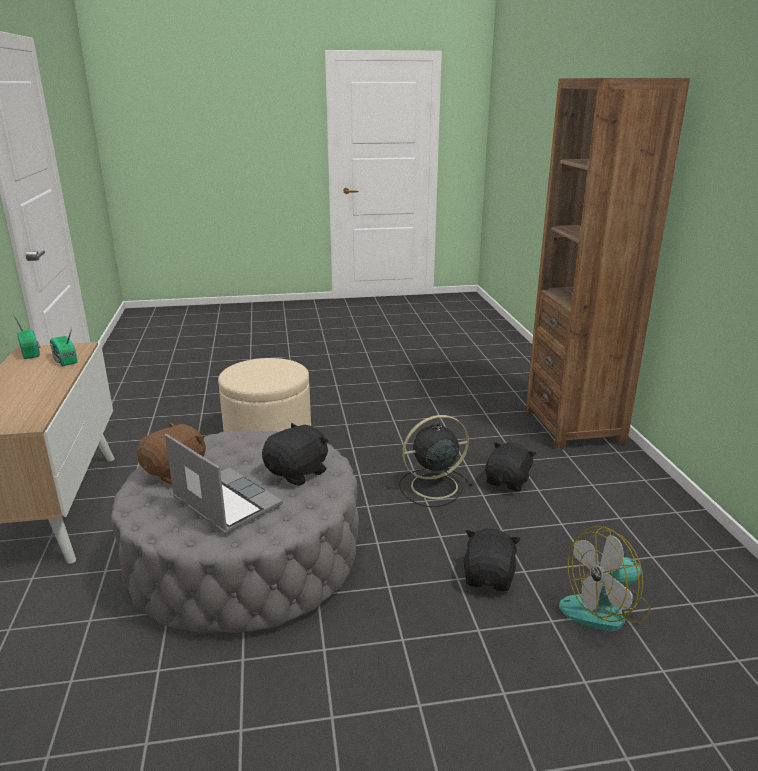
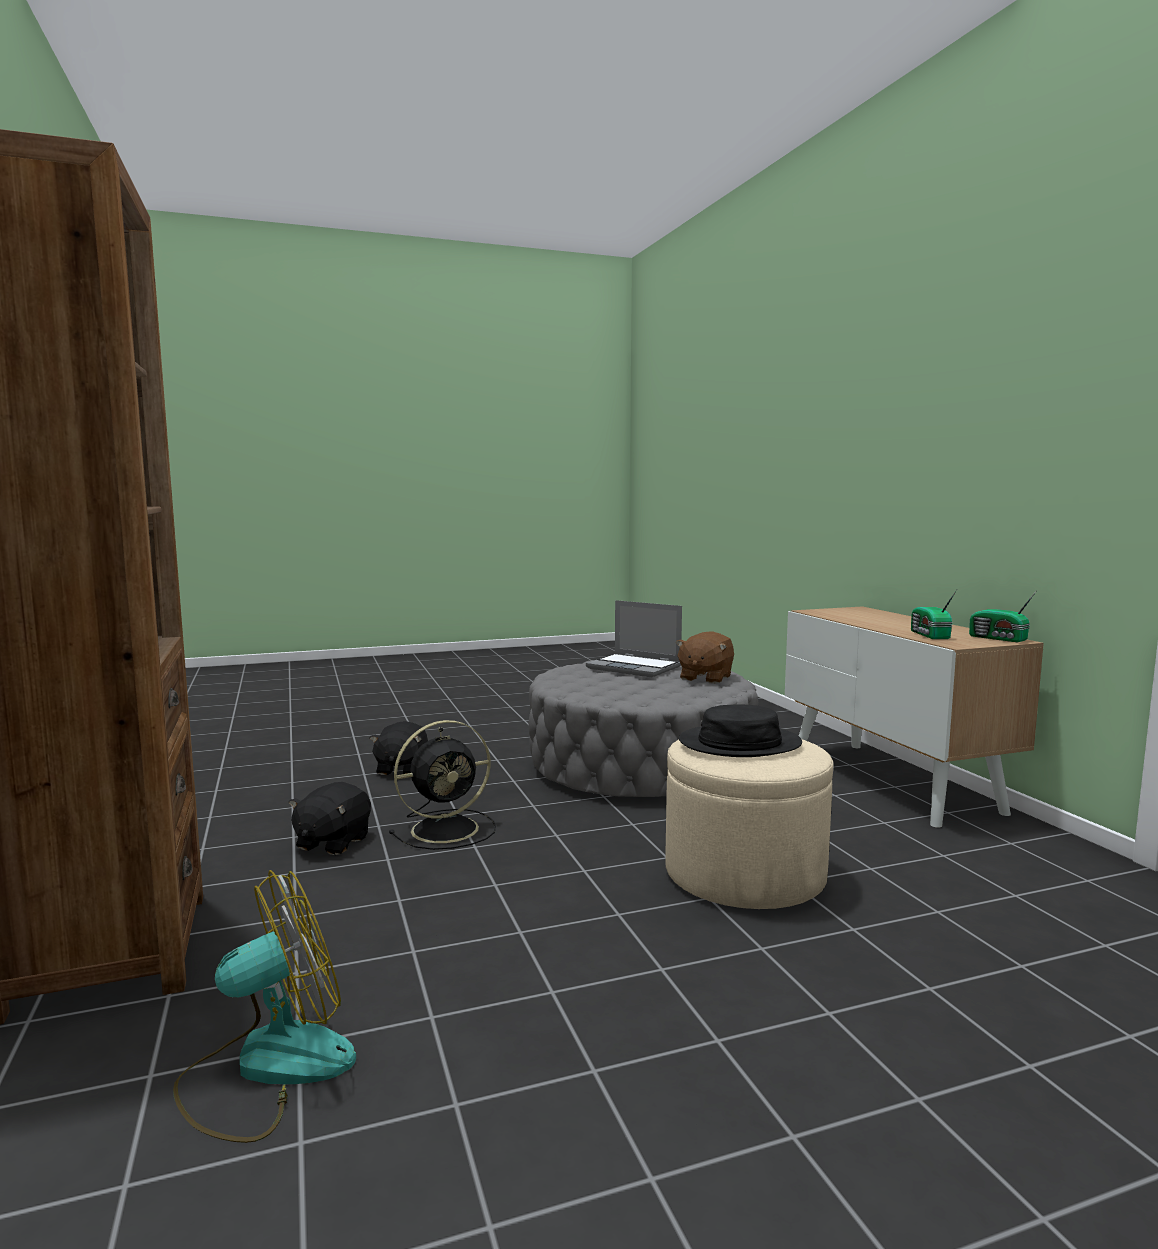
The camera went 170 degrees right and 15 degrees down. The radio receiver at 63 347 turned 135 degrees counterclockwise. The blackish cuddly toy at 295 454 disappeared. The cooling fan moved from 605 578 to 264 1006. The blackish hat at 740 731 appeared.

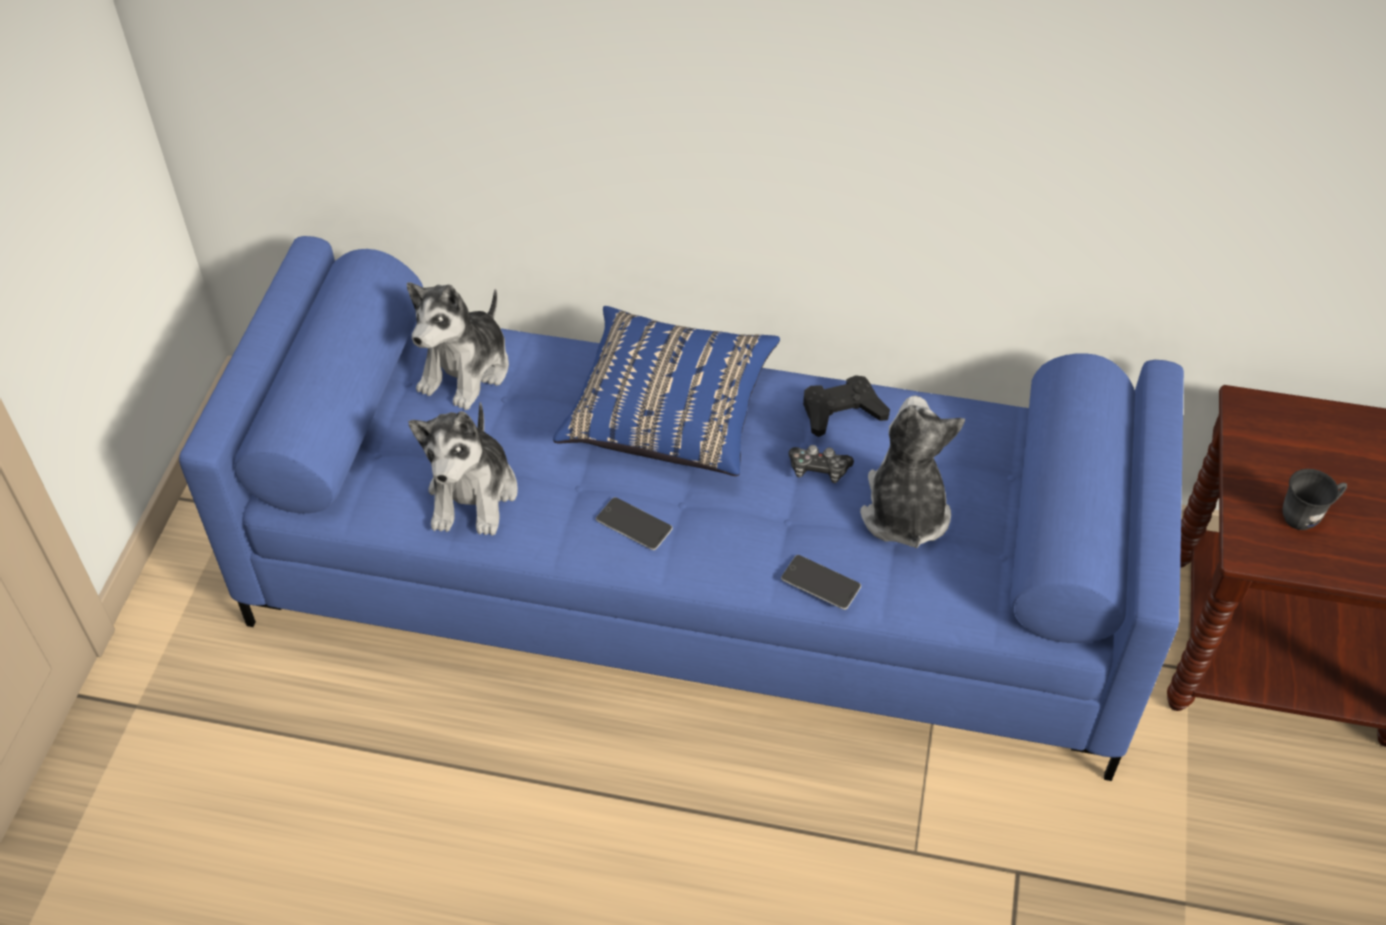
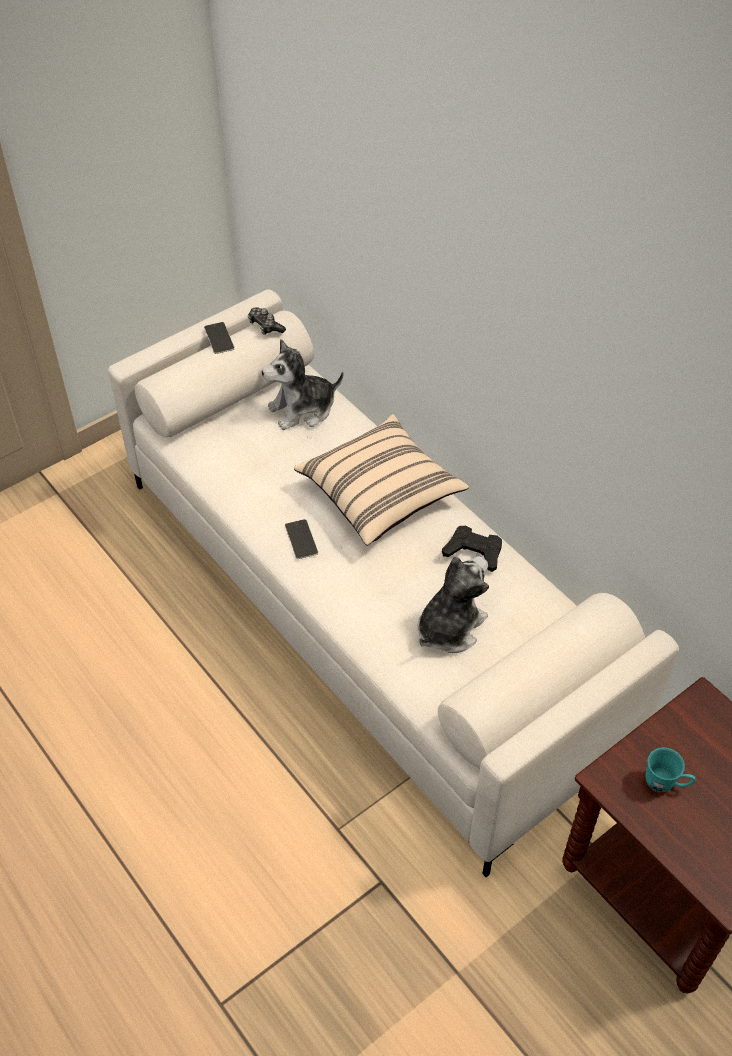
The camera went 40 degrees right and 0 degrees up. The bluish settee at 681 508 became the white settee at 393 583. The cuddly toy at 463 469 disappeared. The bluish pillow at 666 391 became the sand-coloured pillow at 381 480. The phone moved from 821 582 to 219 338. The game controller moved from 821 464 to 267 321. The grey mug at 1314 499 became the blue-green mug at 670 769.

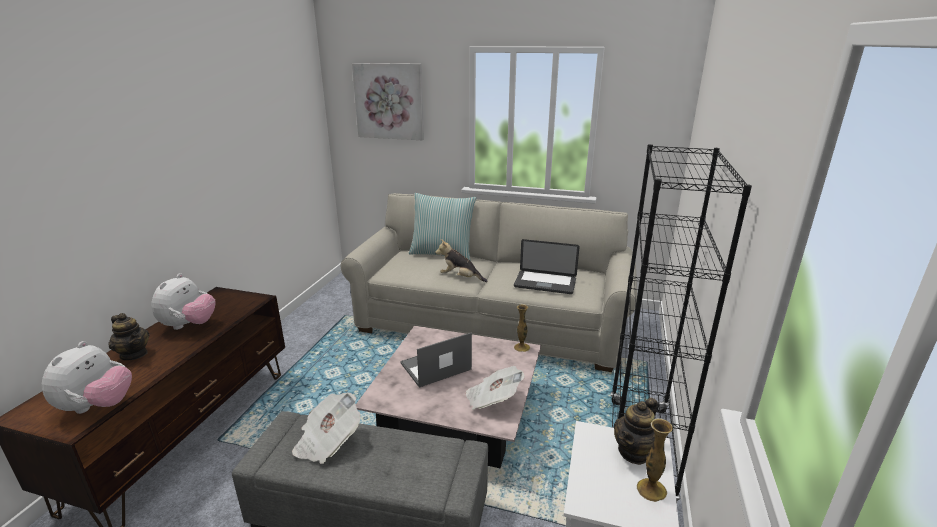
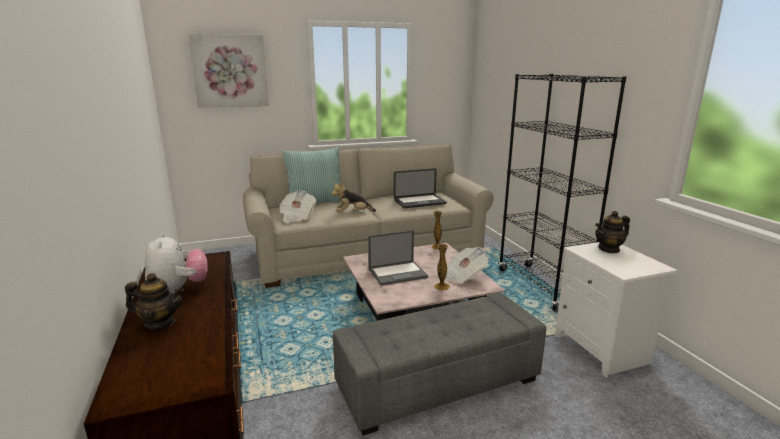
The camera went 35 degrees left and 5 degrees down. The cuddly toy at 87 377 disappeared. The printed paper moved from 326 428 to 297 206. The notebook computer at 436 360 turned 135 degrees counterclockwise. The pot for tea at 636 431 turned 60 degrees clockwise. The decorative vase moved from 655 460 to 442 267.

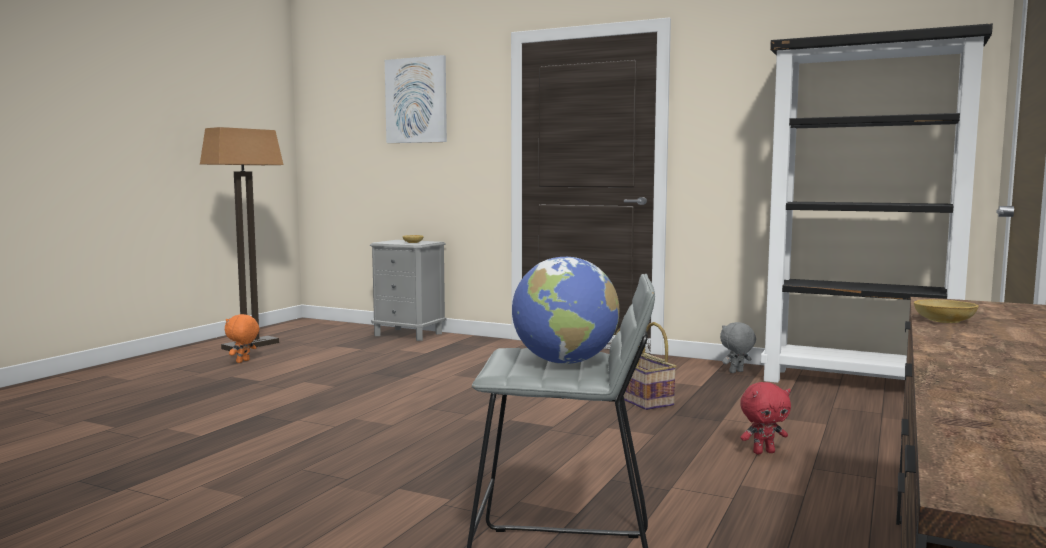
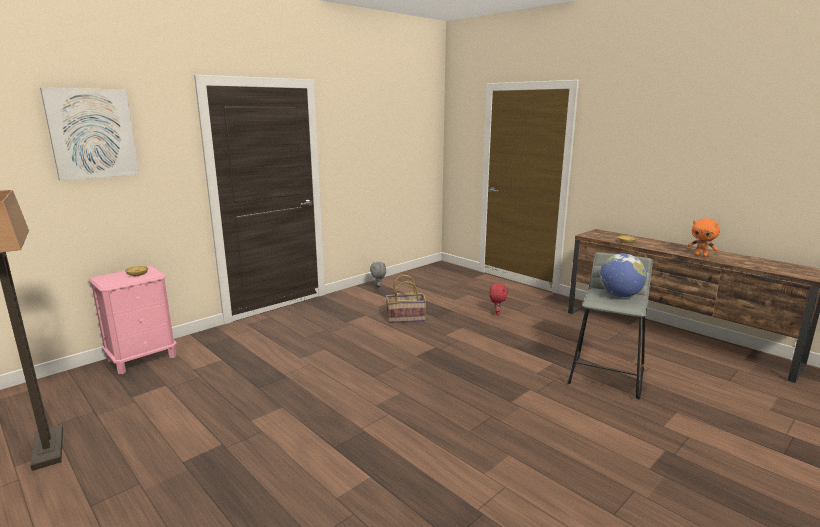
The camera went 70 degrees left and 10 degrees up. The orange cuddly toy moved from 242 338 to 704 237. The grey bedside table at 408 290 became the pink bedside table at 132 320. The blackish bookcase at 877 203 disappeared.

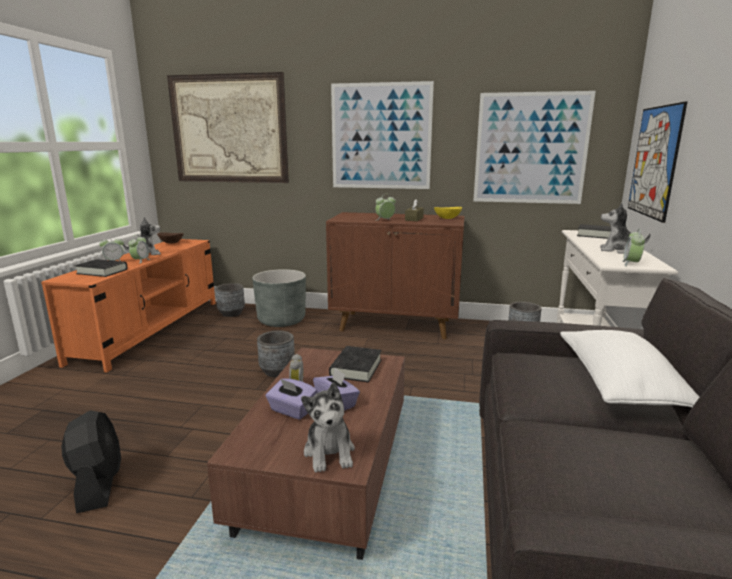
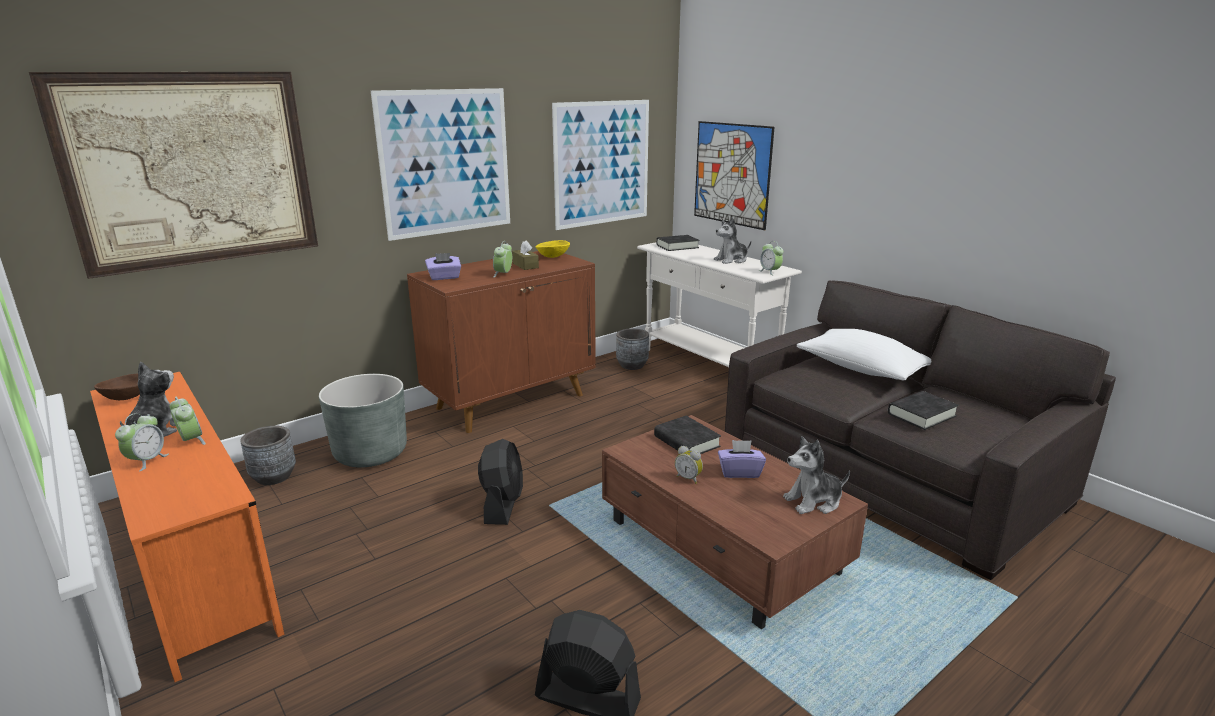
The camera went 50 degrees left and 5 degrees up. The blackish volume moved from 101 268 to 923 410. The grey planter at 276 354 was replaced by the blackish cooling fan at 500 482. The purple-coloured tissue holder moved from 291 398 to 443 266. The cuddly toy at 328 428 turned 135 degrees clockwise.

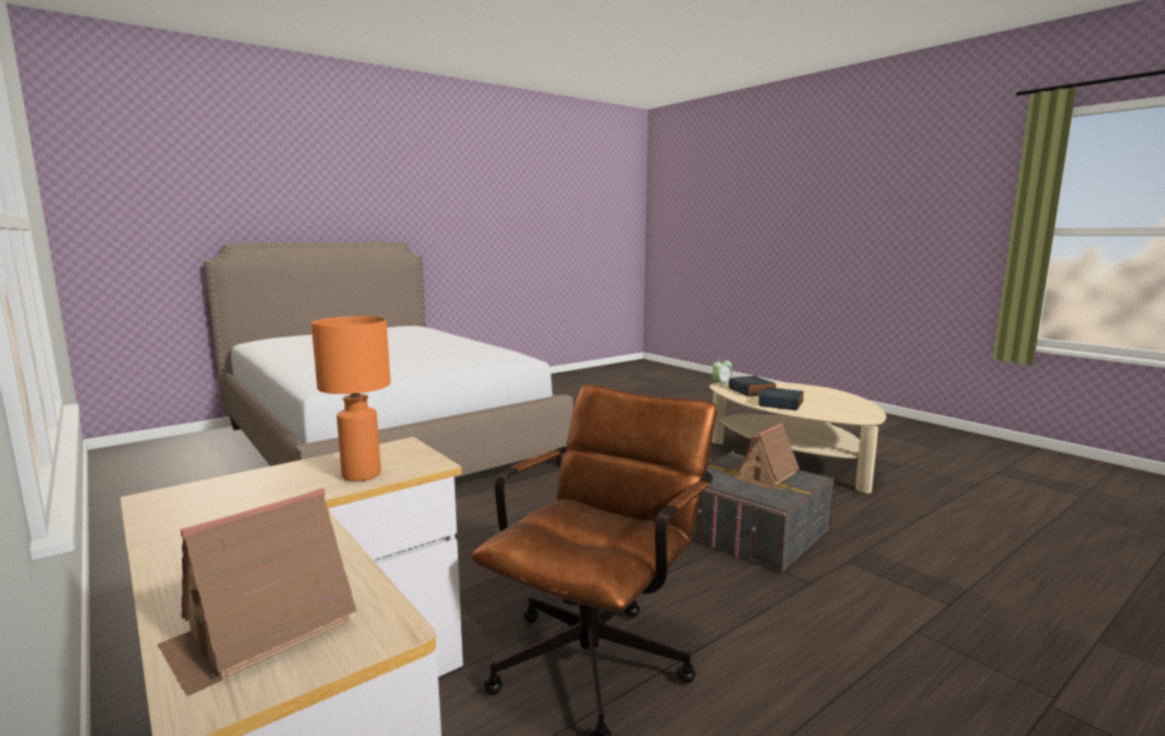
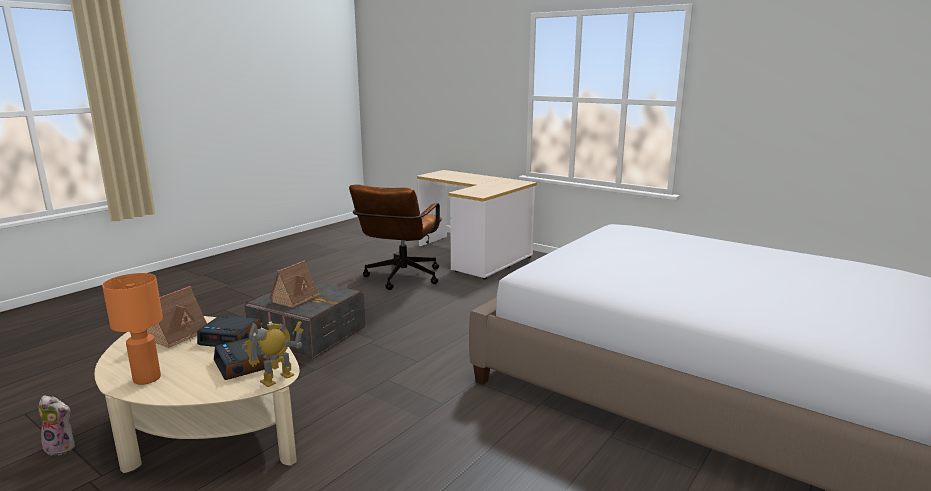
The camera went 165 degrees right and 5 degrees up. The toy house moved from 257 592 to 177 317. The orange table lamp moved from 351 399 to 132 329. The table clock at 722 372 was replaced by the toy robot at 273 354. The cuddly toy at 57 425 appeared.

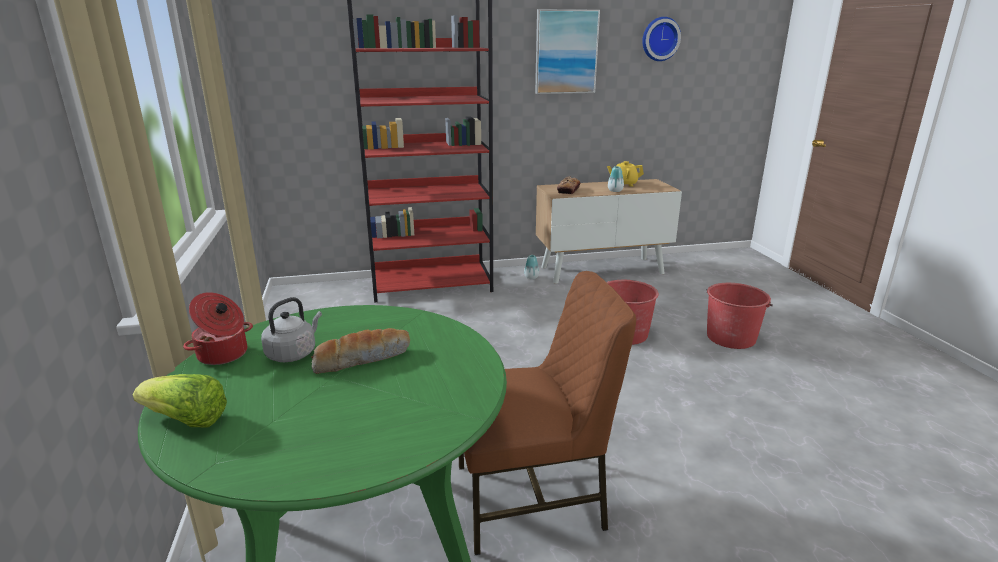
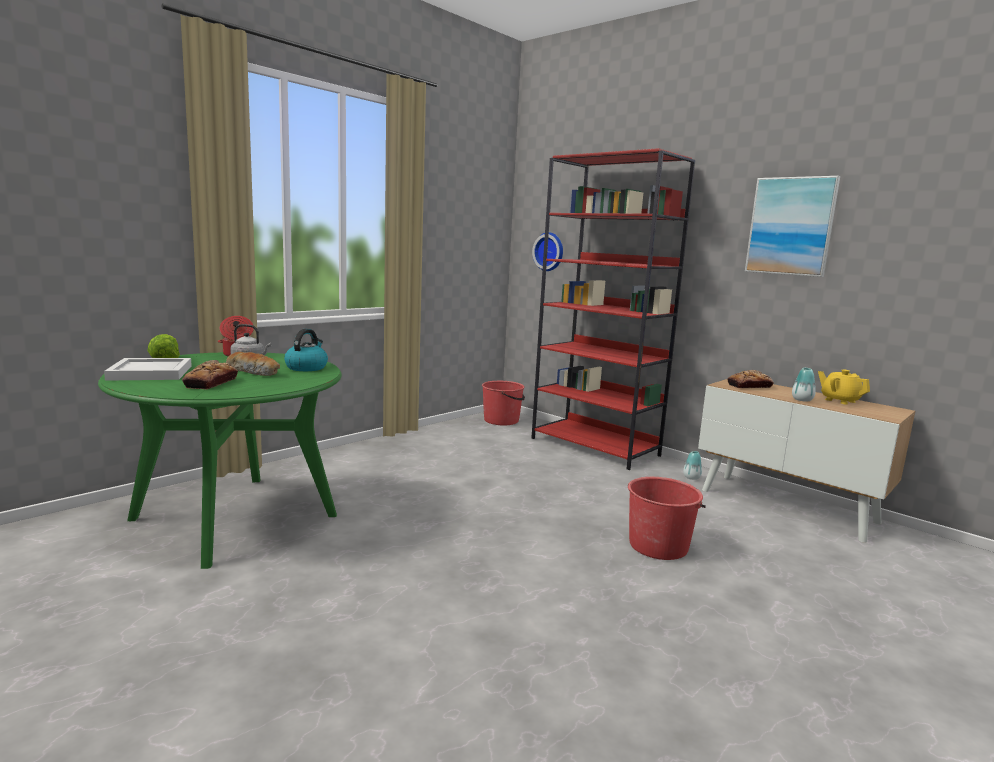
The camera went 55 degrees right and 10 degrees down. The brownish plain chair at 547 413 disappeared. The clock on the wall moved from 661 39 to 547 251. The red-coloured water bucket moved from 740 316 to 503 403. The white tray at 148 369 appeared. The bakery bread at 210 374 appeared. The kettle at 306 350 appeared.

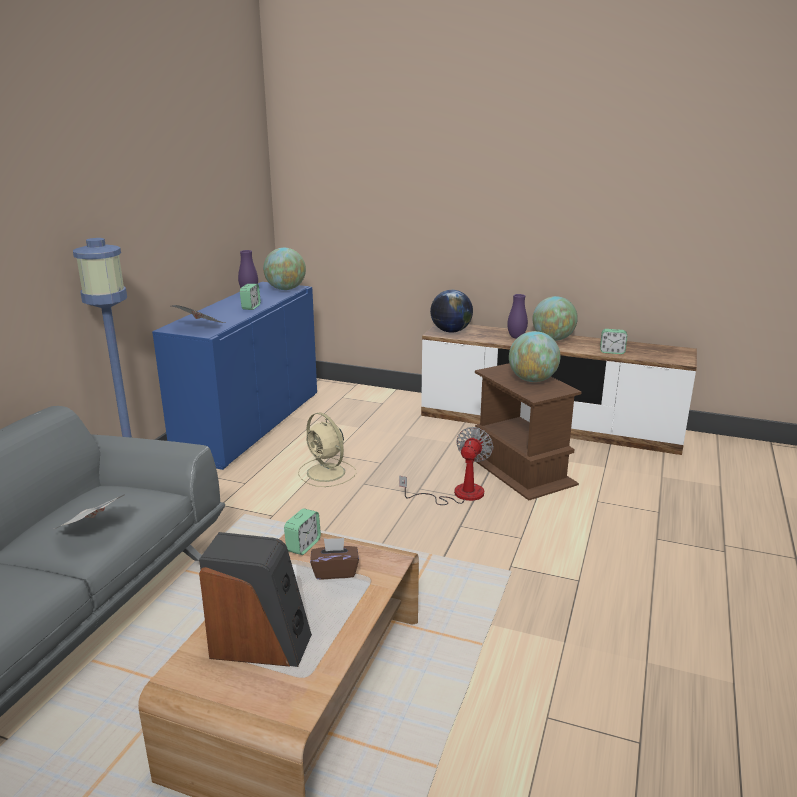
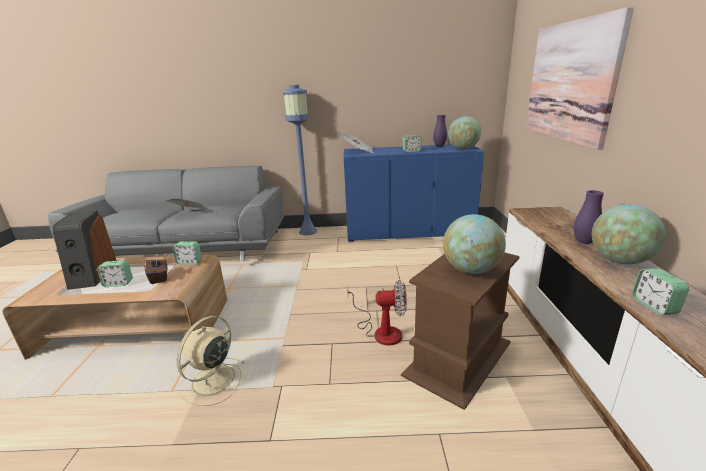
The camera went 70 degrees right and 0 degrees up. The sand-coloured cooling fan moved from 327 449 to 210 361. The world globe at 451 311 disappeared. The table clock at 115 273 appeared. The wall art at 580 78 appeared.

